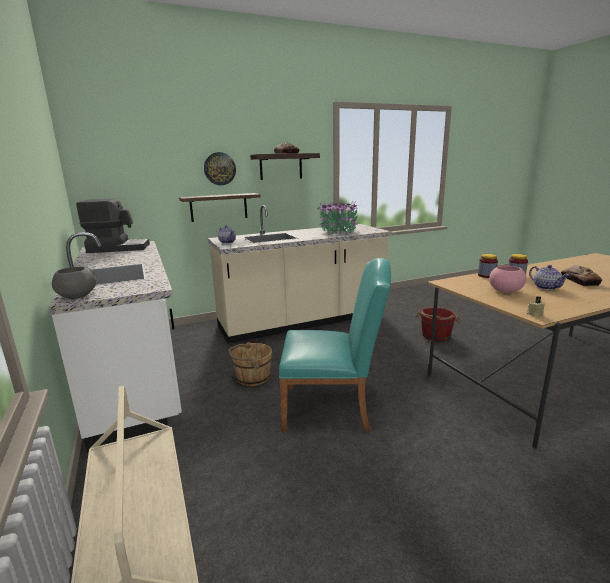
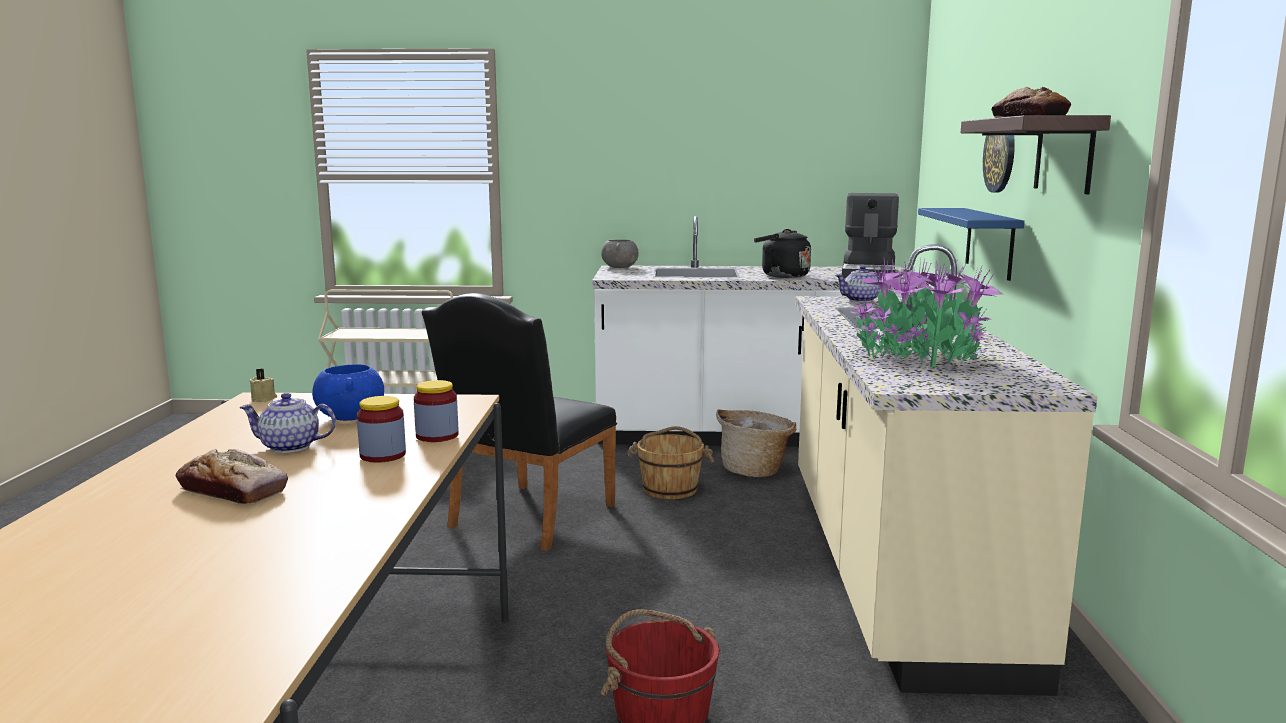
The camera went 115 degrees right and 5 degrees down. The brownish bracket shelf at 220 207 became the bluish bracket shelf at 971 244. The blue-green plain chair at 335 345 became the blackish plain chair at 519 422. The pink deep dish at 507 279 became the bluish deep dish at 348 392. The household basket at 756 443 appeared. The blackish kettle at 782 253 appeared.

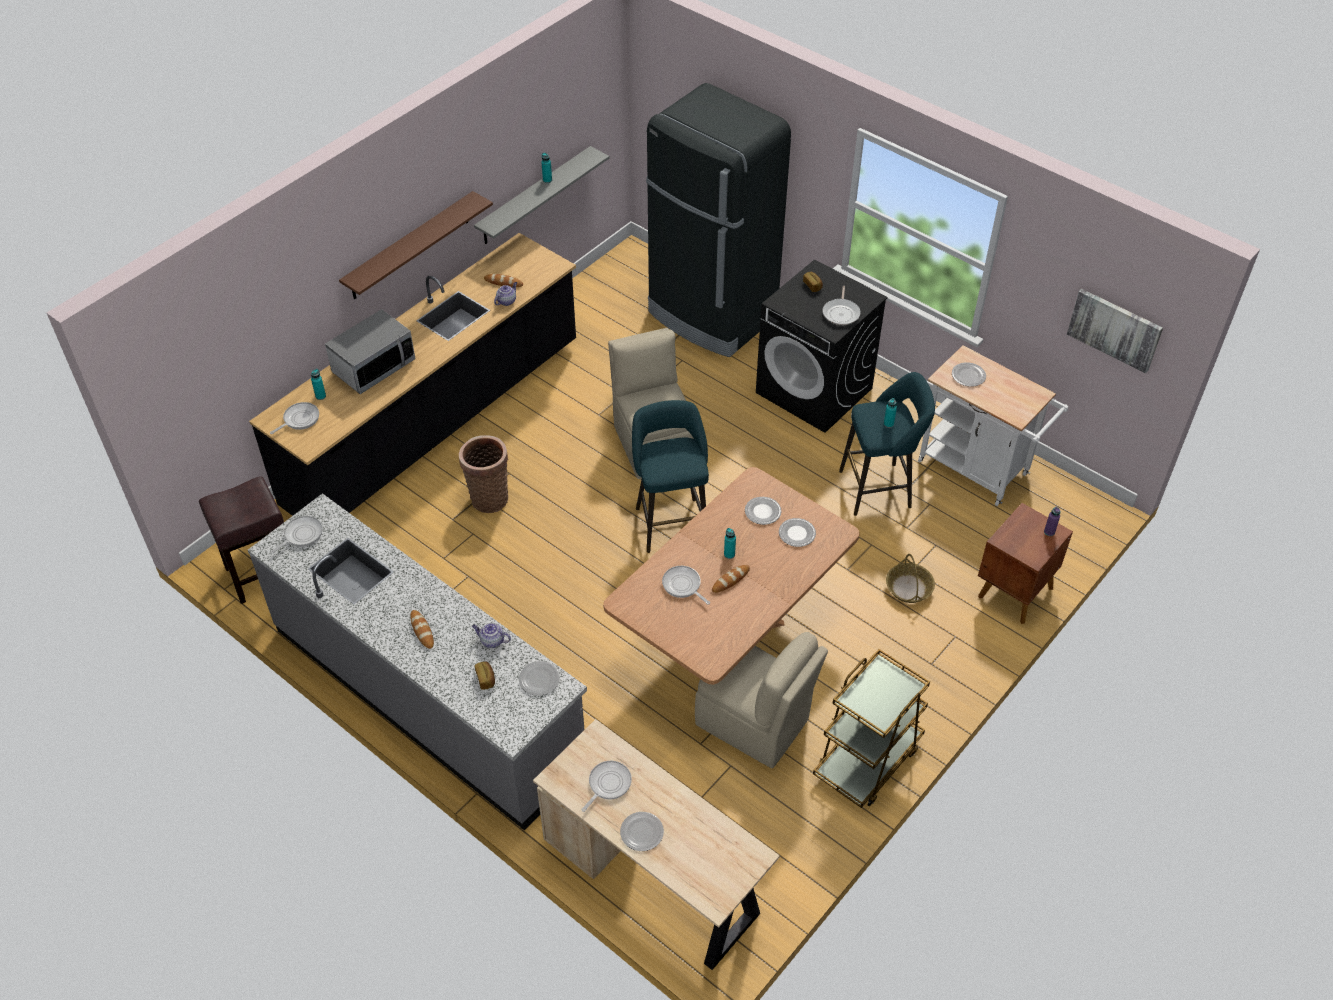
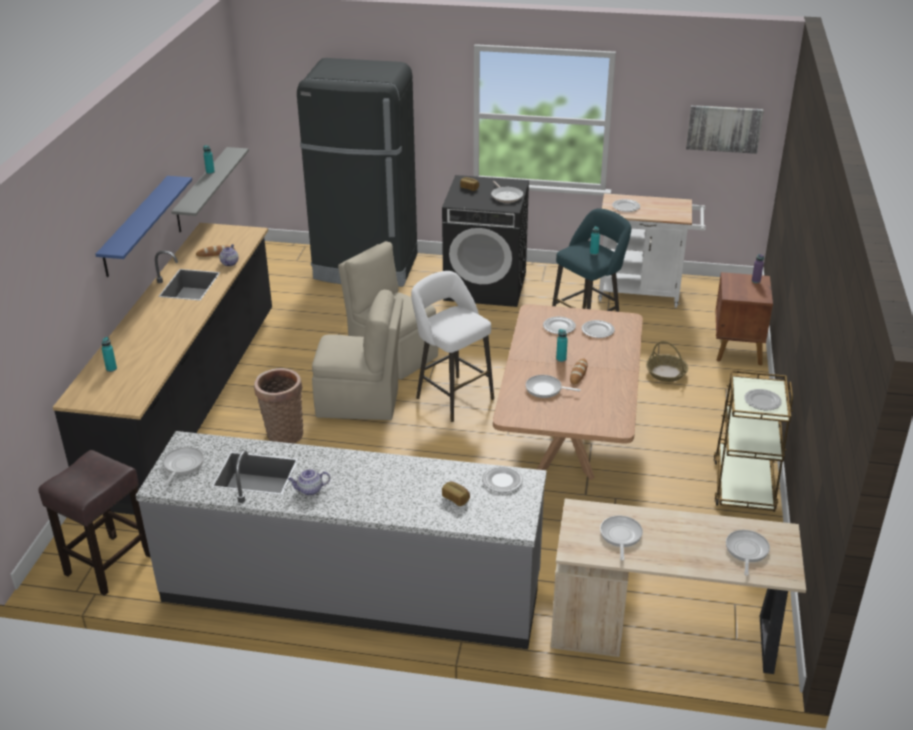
The camera went 30 degrees left and 15 degrees down. The skillet moved from 294 418 to 748 553. The microwave oven at 370 351 disappeared. The brownish bracket shelf at 416 245 became the bluish bracket shelf at 143 226. The bakery bread at 422 629 disappeared. The pot for tea moved from 491 635 to 309 482. The dinner plate moved from 642 831 to 763 399. The blue-green stool seat at 670 476 became the white stool seat at 452 346. The sand-coloured plain chair moved from 761 700 to 357 355.

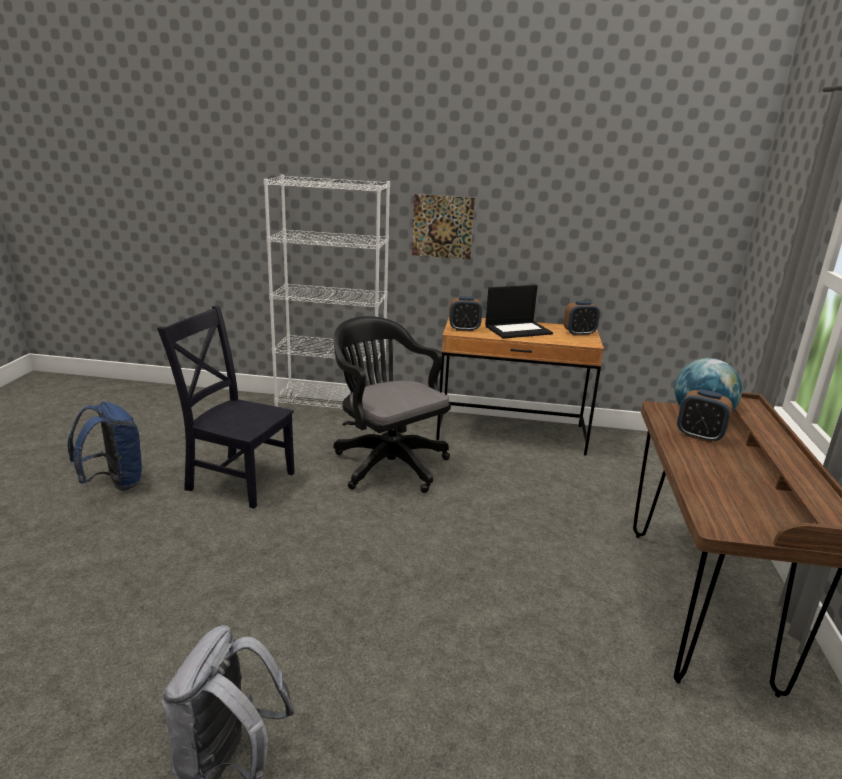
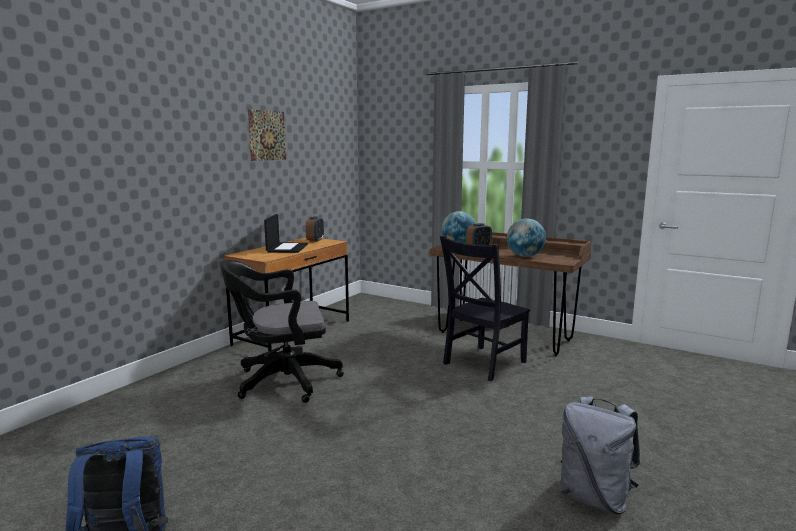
The camera went 65 degrees left and 10 degrees down. The blackish plain chair moved from 226 407 to 485 308. The white bookcase at 327 292 disappeared. The wall art moved from 443 226 to 267 135. The table clock at 465 314 disappeared. The world globe at 526 238 appeared.

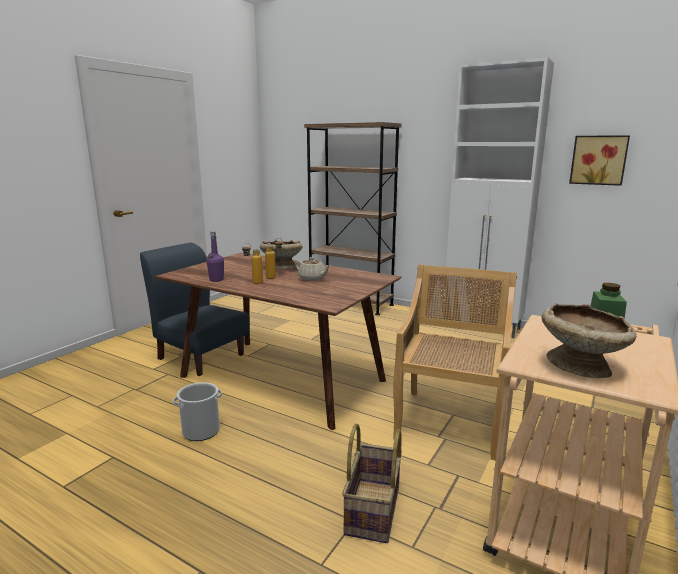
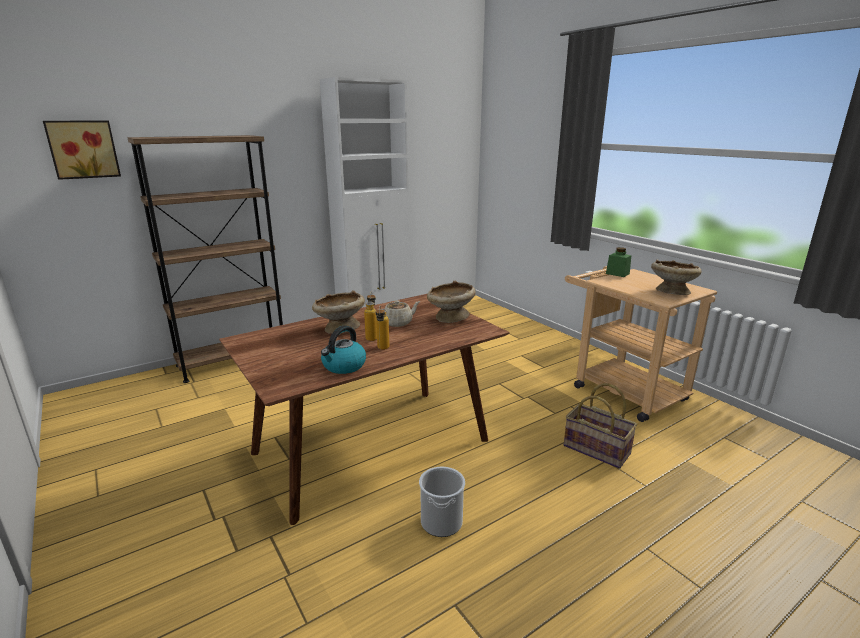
The camera went 65 degrees left and 5 degrees up. The bluish plain chair at 195 309 disappeared. The purple-coloured bottle at 215 256 was replaced by the kettle at 343 349. The sand-coloured plain chair at 455 362 disappeared. The wall art moved from 599 160 to 82 150. The sand-coloured deep dish at 451 302 appeared.

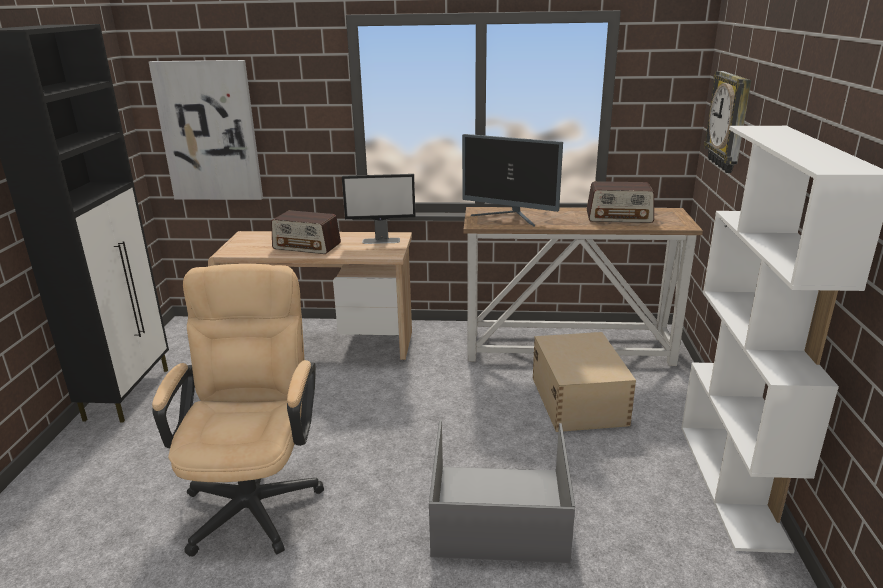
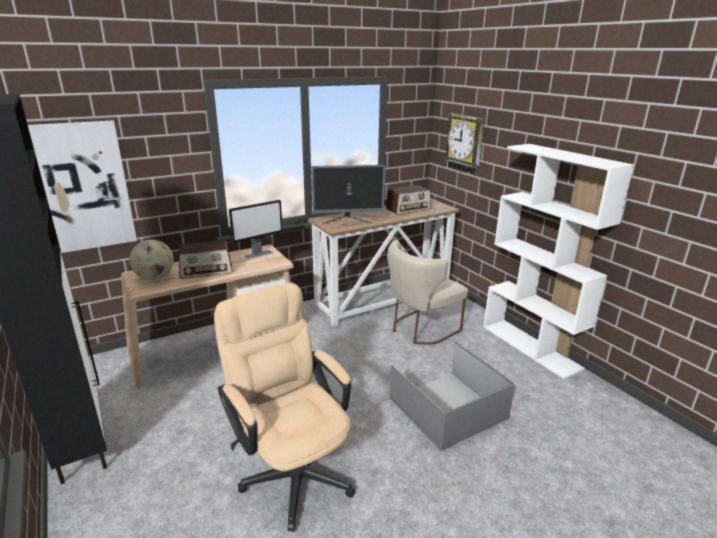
The camera went 35 degrees left and 0 degrees up. The sand-coloured storage bin at 584 382 was replaced by the sand-coloured plain chair at 427 292. The world globe at 151 259 appeared.

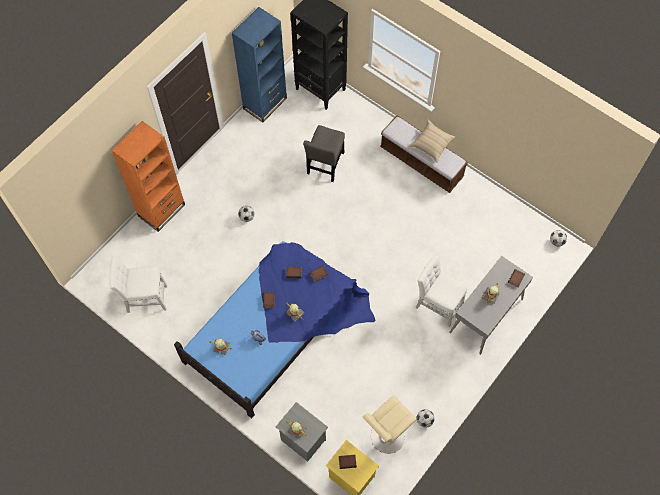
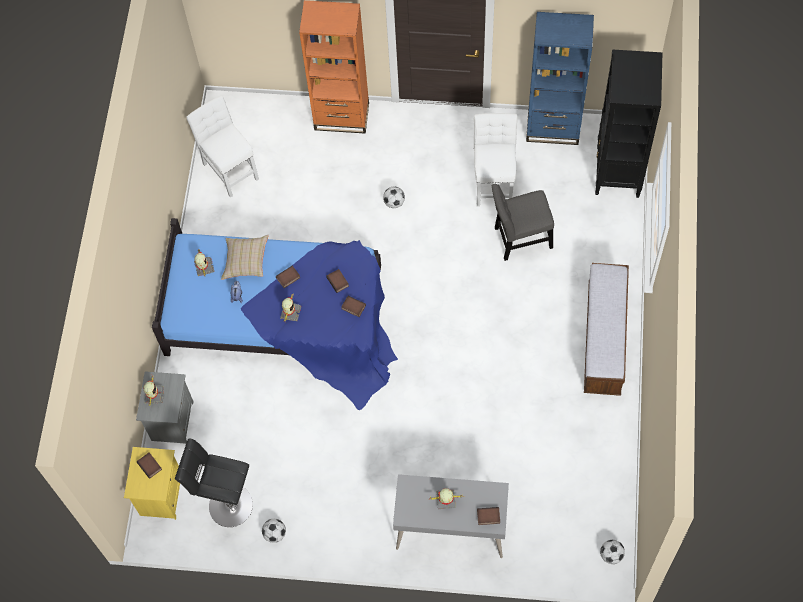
The camera went 60 degrees right and 0 degrees up. The sand-coloured stool seat at 390 424 became the blackish stool seat at 214 483. The sand-coloured pillow moved from 432 141 to 244 257. The white plain chair moved from 441 291 to 496 160.

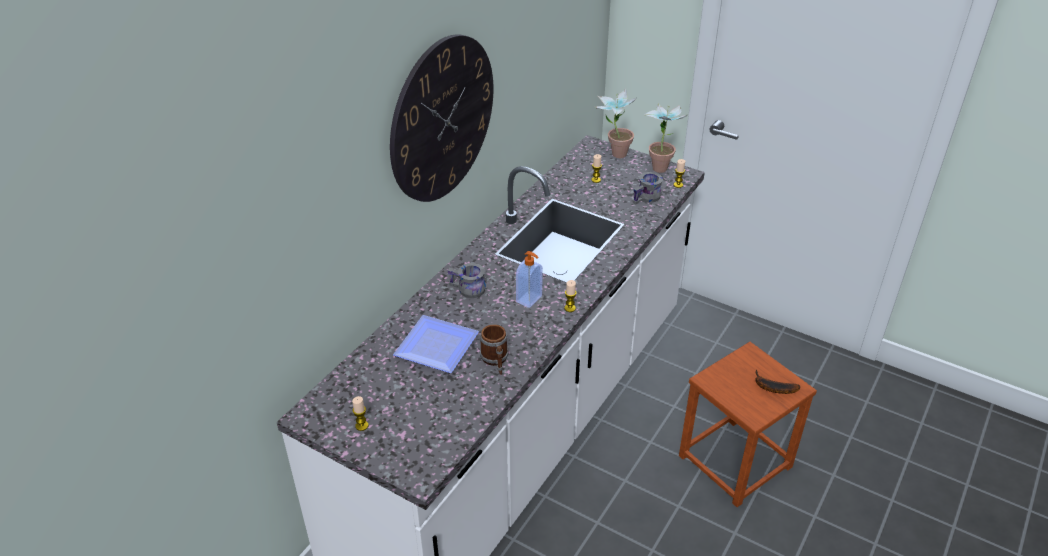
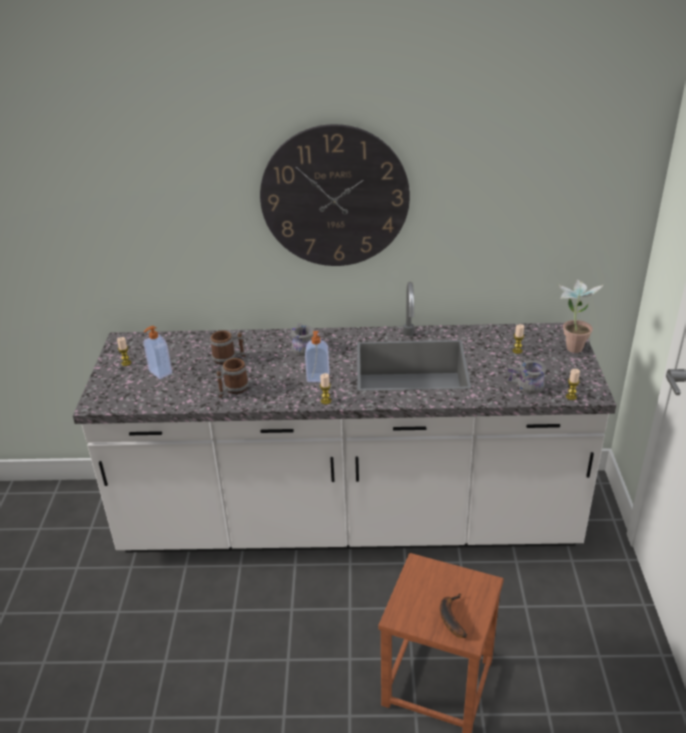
The camera went 60 degrees right and 5 degrees down. The dinner plate at 436 344 was replaced by the mug at 228 348. The potted plant at 666 138 disappeared. The liquid soap bottle at 157 352 appeared.

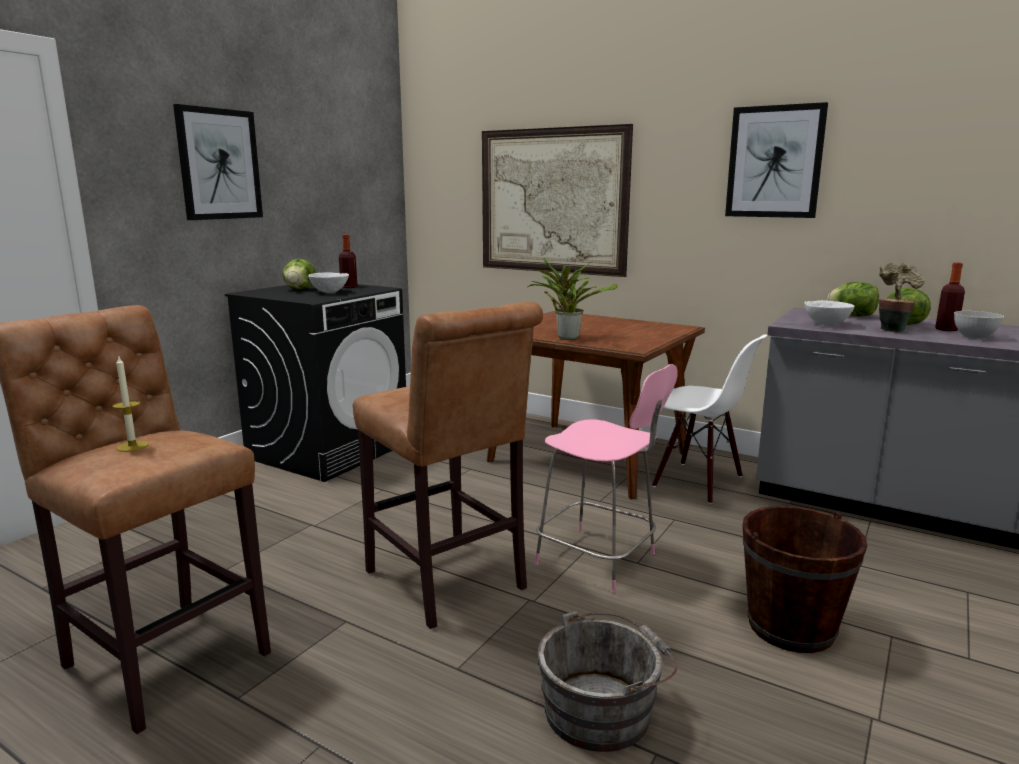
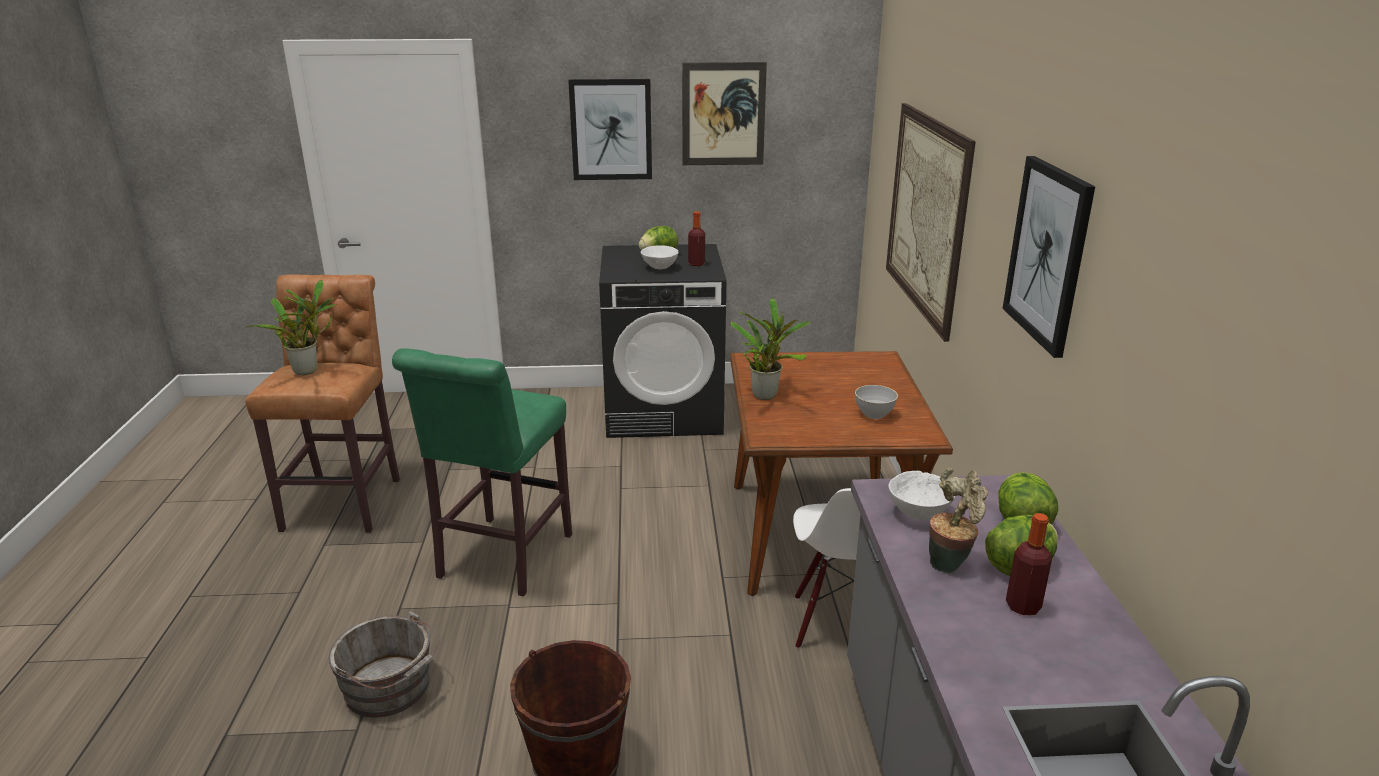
The camera went 55 degrees right and 10 degrees up. The wax candle at 130 404 was replaced by the potted plant at 291 327. The brownish stool seat at 448 465 became the green-coloured stool seat at 482 472. The pink stool seat at 606 478 disappeared. The grey deep dish moved from 979 325 to 876 402. The wall art at 724 113 appeared.

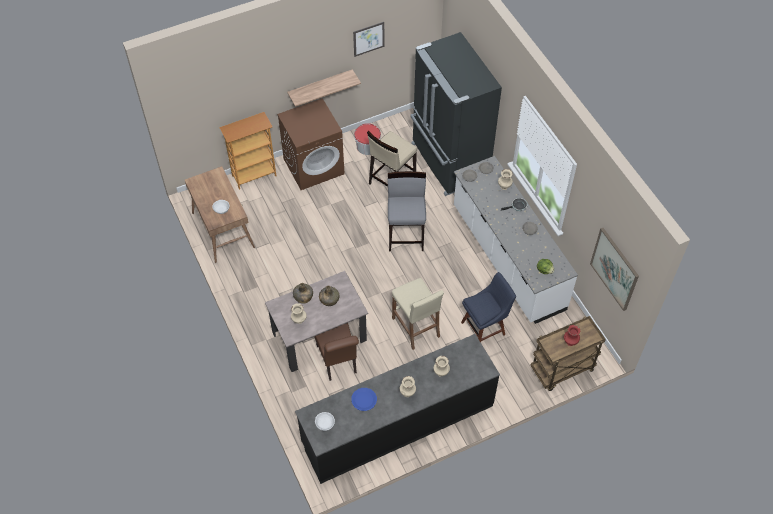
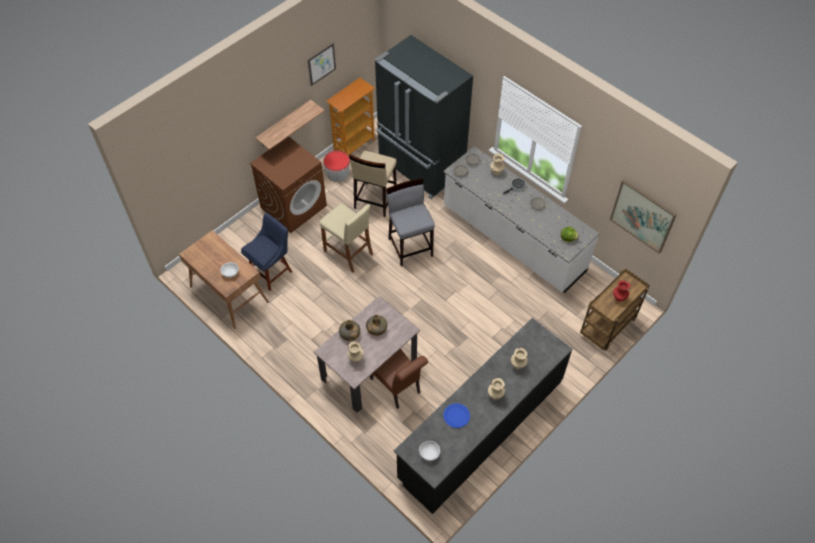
The camera went 20 degrees left and 0 degrees up. The bookcase moved from 247 151 to 350 116. The sand-coloured stool seat moved from 418 314 to 346 237. The bluish plain chair moved from 488 307 to 266 252.

